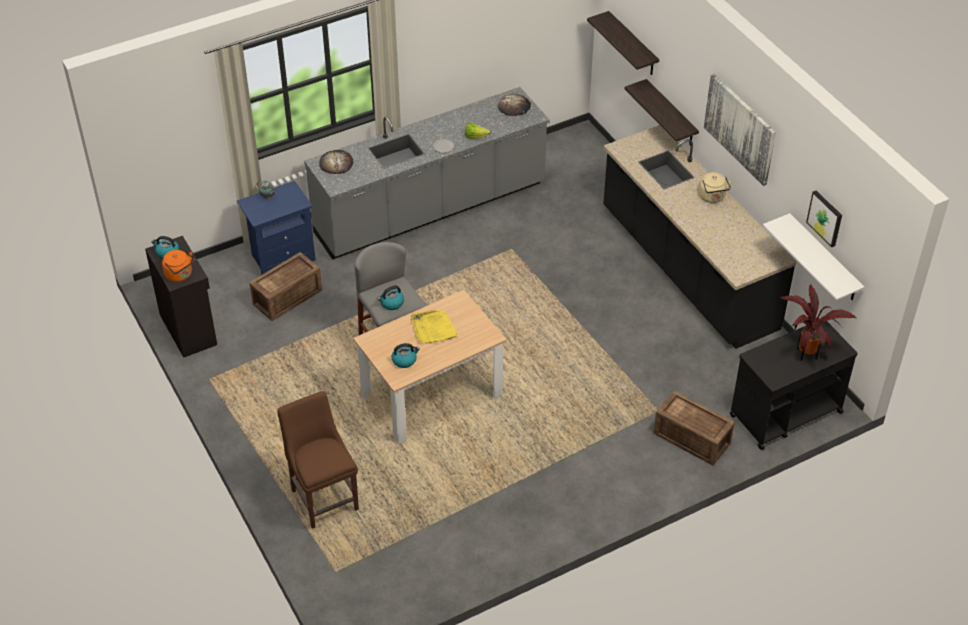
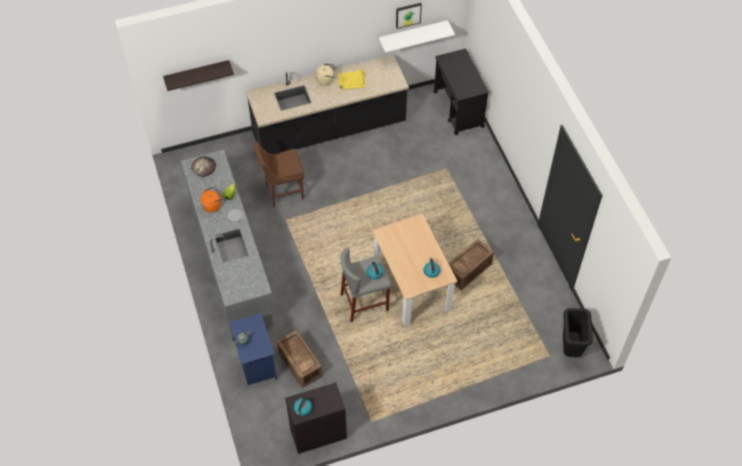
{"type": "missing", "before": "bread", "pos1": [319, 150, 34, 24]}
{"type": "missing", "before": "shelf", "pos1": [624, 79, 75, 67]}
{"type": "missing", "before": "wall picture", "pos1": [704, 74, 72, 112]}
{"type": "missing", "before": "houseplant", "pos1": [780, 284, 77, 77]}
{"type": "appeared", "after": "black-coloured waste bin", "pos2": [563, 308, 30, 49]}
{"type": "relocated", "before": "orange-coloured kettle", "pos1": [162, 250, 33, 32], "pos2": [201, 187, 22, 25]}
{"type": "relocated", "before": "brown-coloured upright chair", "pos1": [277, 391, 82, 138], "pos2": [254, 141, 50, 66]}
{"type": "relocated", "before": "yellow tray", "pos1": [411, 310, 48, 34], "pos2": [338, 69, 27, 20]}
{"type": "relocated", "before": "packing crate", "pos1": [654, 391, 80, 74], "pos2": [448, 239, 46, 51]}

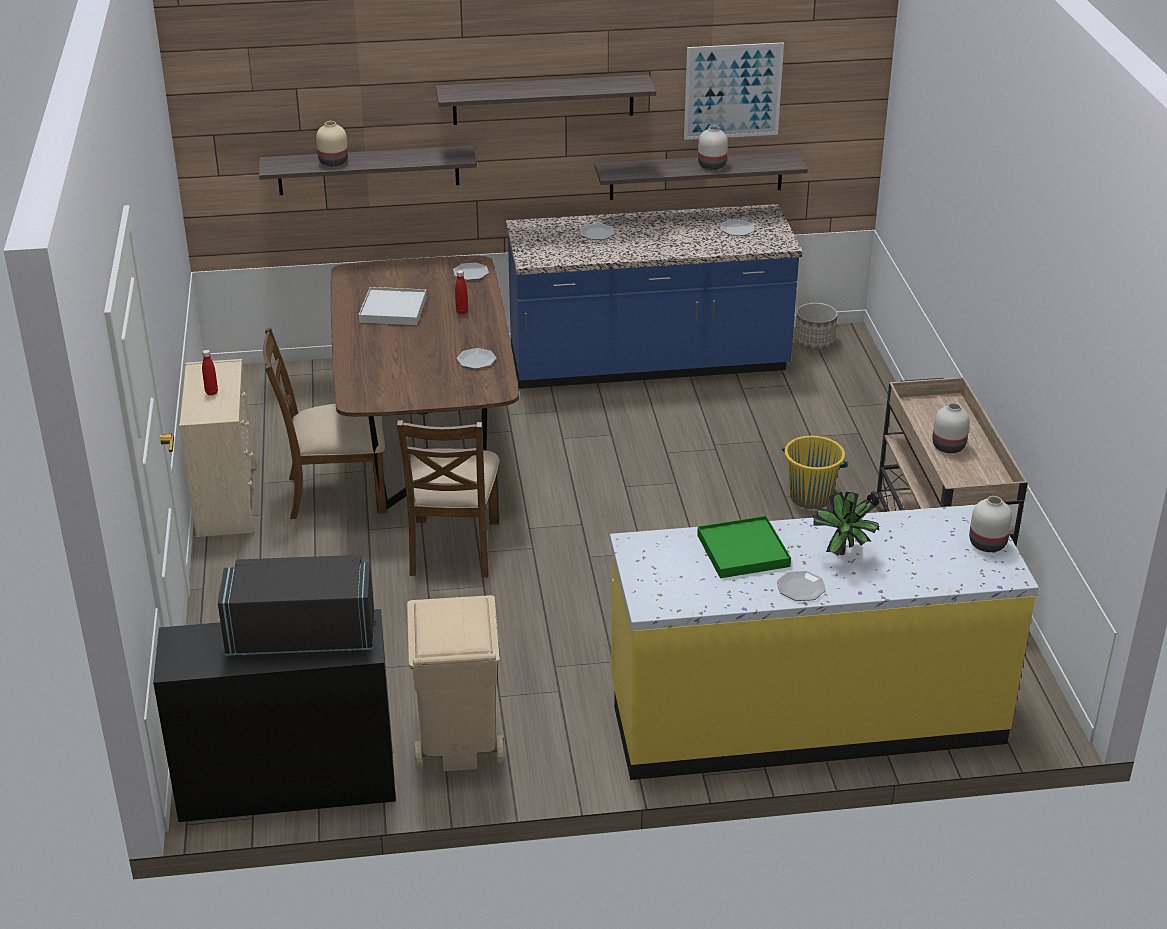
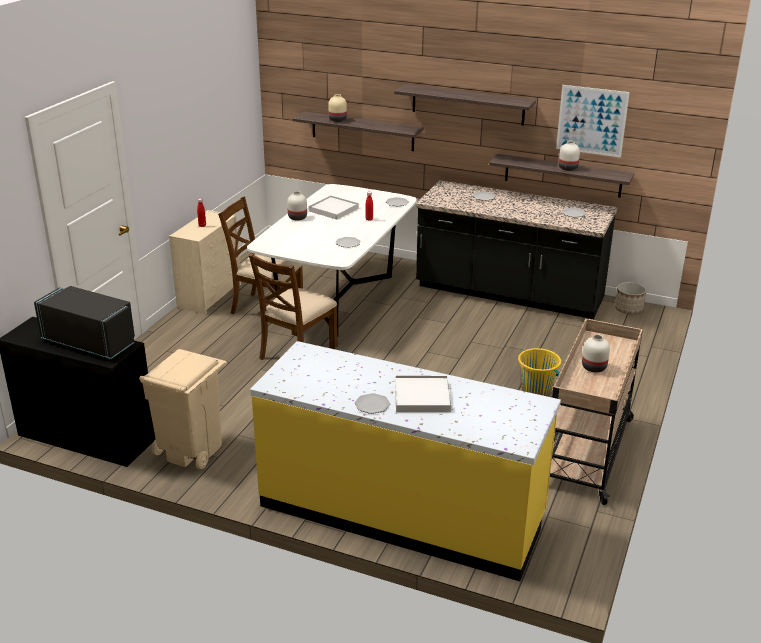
{"type": "missing", "before": "greenish tray", "pos1": [697, 516, 94, 62]}
{"type": "relocated", "before": "whitish flower vase", "pos1": [969, 496, 43, 56], "pos2": [287, 191, 20, 30]}
{"type": "exchanged", "before": "houseplant", "after": "whitish tray", "pos1": [813, 492, 67, 64], "pos2": [395, 375, 57, 37]}
{"type": "colour", "before": "brown-coloured kitchen table", "after": "whitish kitchen table", "pos1": [331, 256, 188, 253], "pos2": [247, 184, 170, 150]}
{"type": "colour", "before": "blue kitchen counter", "after": "black-coloured kitchen counter", "pos1": [506, 204, 296, 185], "pos2": [416, 180, 201, 139]}

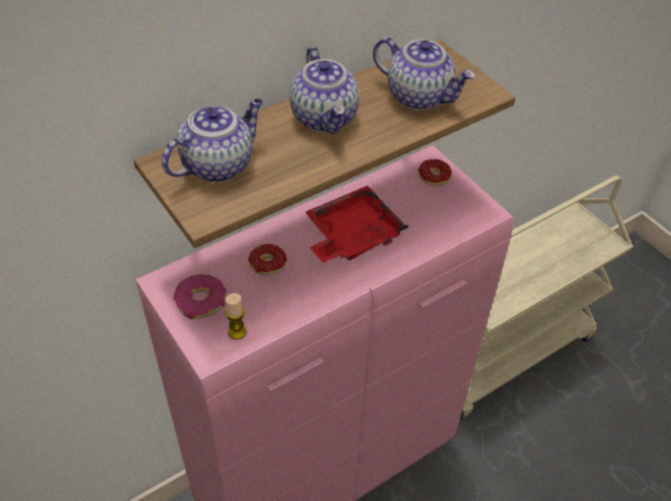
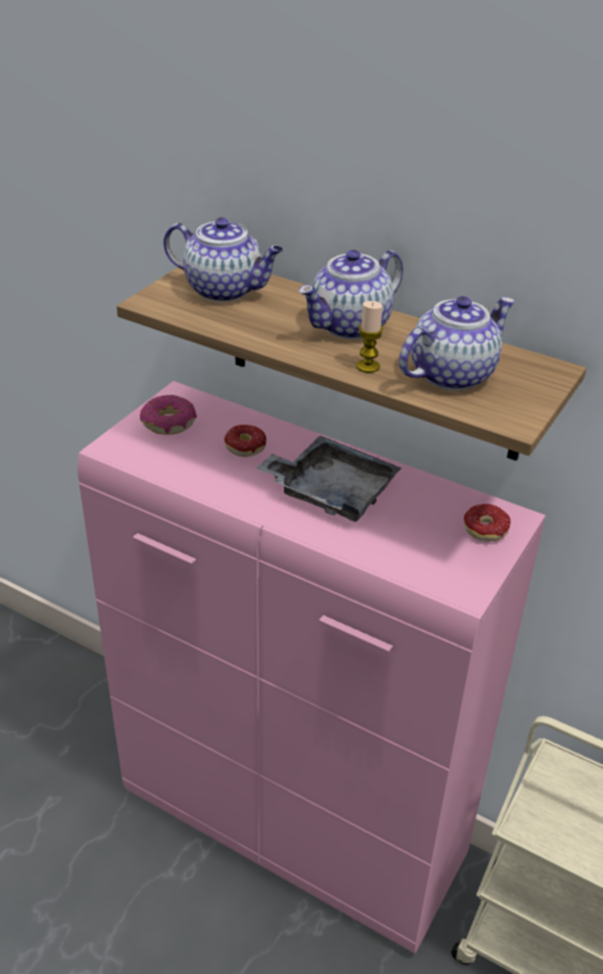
{"type": "relocated", "before": "candle", "pos1": [225, 293, 22, 47], "pos2": [356, 301, 27, 72]}
{"type": "colour", "before": "reddish tray", "after": "greyish tray", "pos1": [305, 185, 104, 78], "pos2": [257, 436, 144, 86]}
{"type": "spun", "before": "tea pot", "pos1": [373, 37, 103, 73], "pos2": [399, 296, 116, 95], "turn": -135}

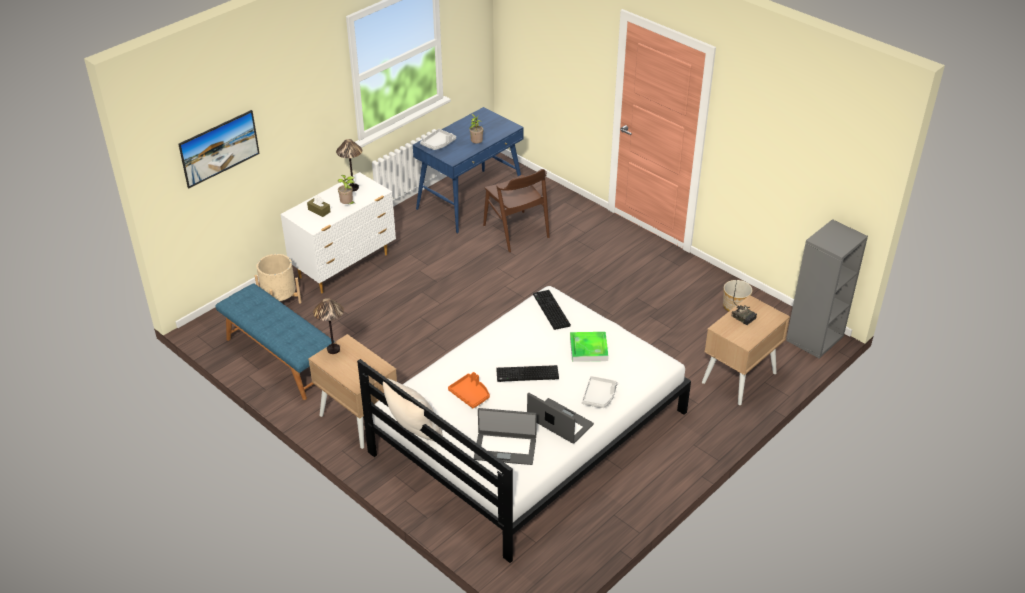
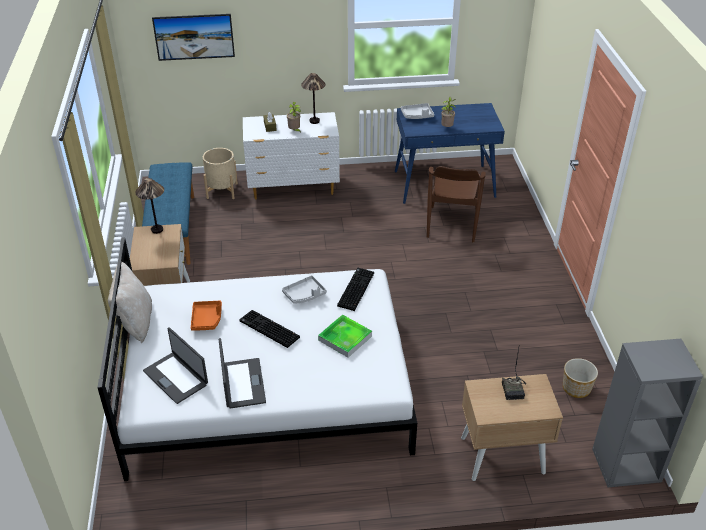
{"type": "relocated", "before": "greyish tray", "pos1": [582, 376, 36, 32], "pos2": [282, 275, 45, 29]}

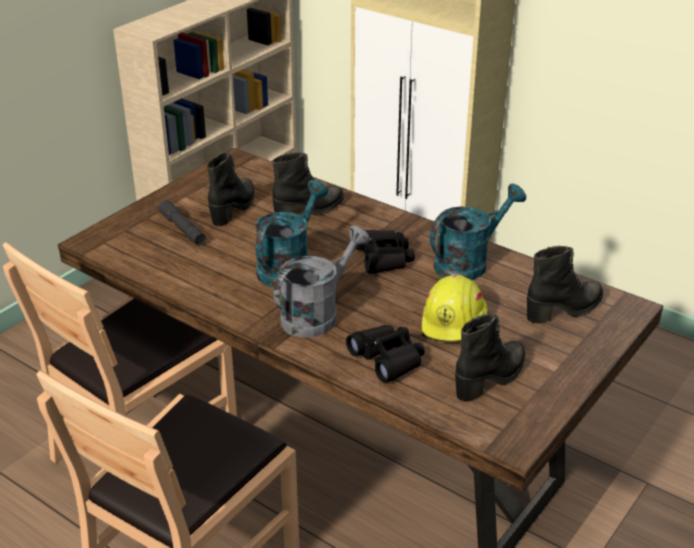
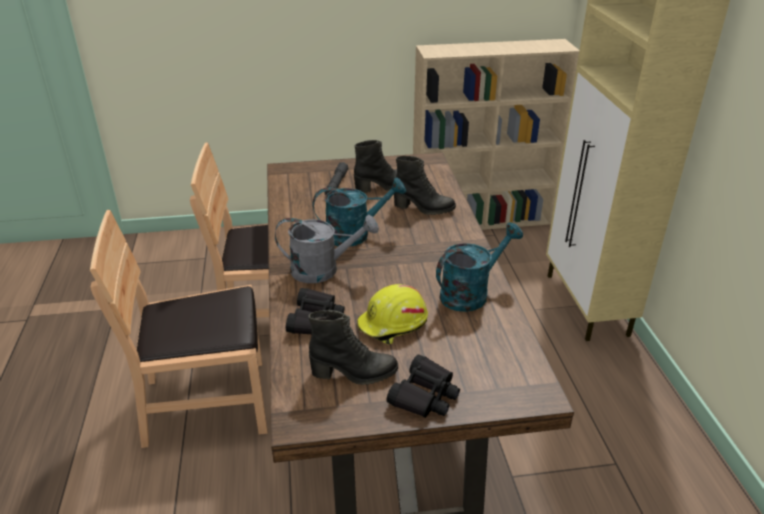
{"type": "missing", "before": "black-coloured high-top boot", "pos1": [527, 246, 76, 77]}
{"type": "relocated", "before": "black-coloured field glasses", "pos1": [355, 230, 60, 44], "pos2": [386, 354, 74, 64]}
{"type": "spun", "before": "blue-green sprinkling can", "pos1": [430, 183, 96, 97], "pos2": [436, 222, 87, 90], "turn": -45}

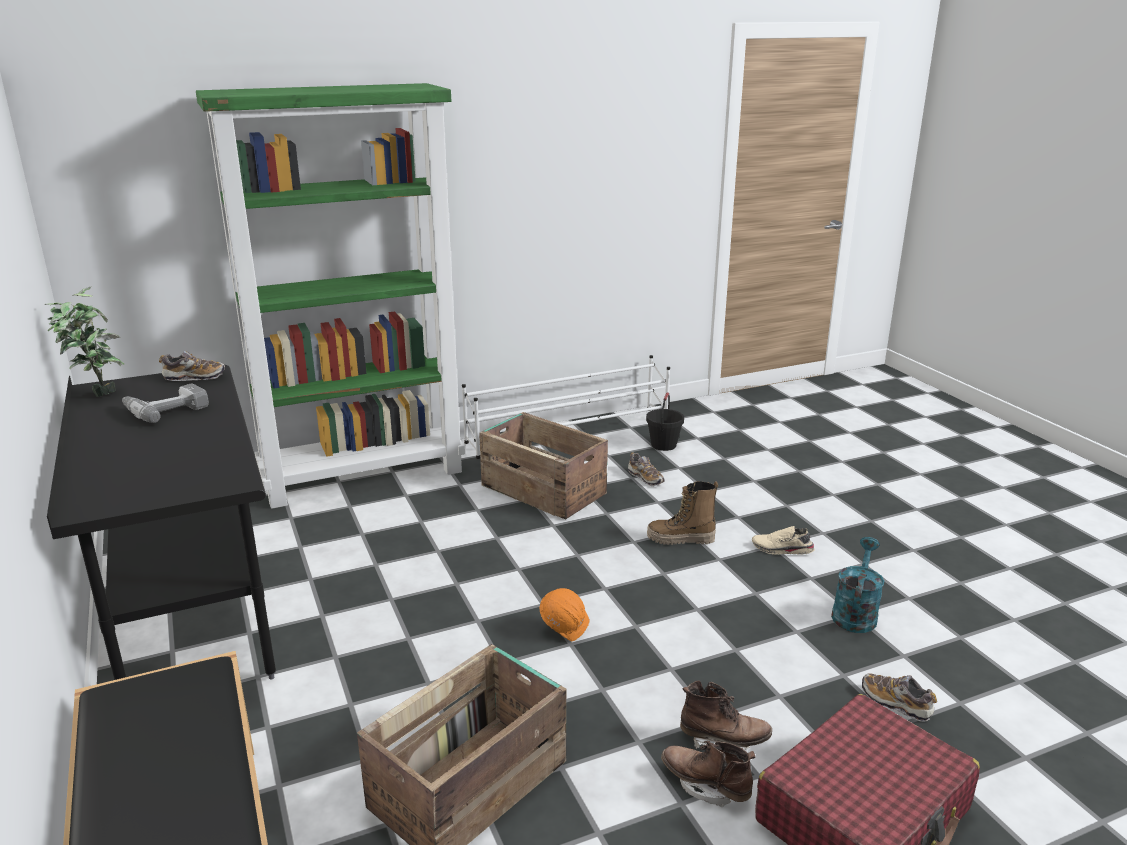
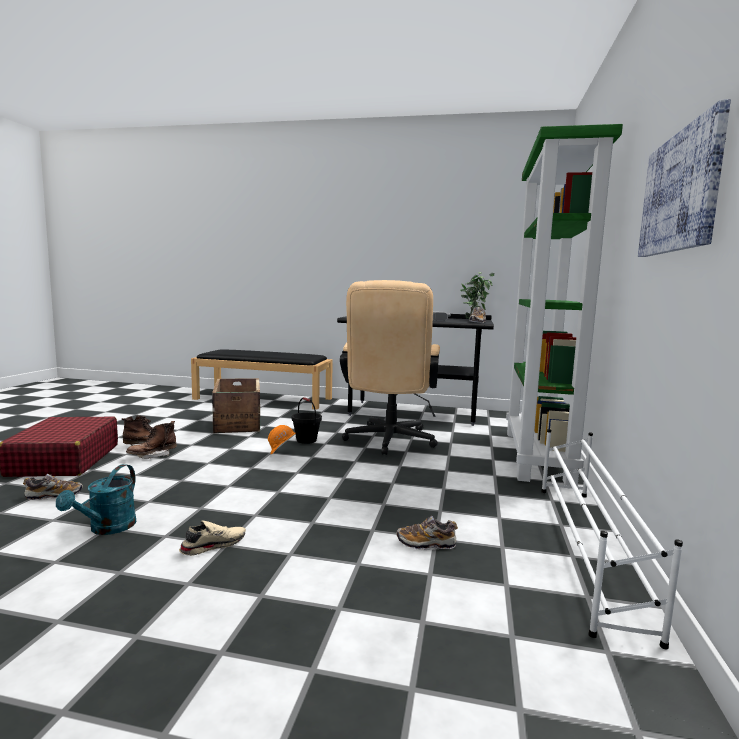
{"type": "missing", "before": "packing crate", "pos1": [479, 412, 129, 107]}
{"type": "missing", "before": "high-top boot", "pos1": [647, 481, 71, 64]}
{"type": "appeared", "after": "sand-coloured desk chair", "pos2": [340, 280, 100, 175]}
{"type": "appeared", "after": "wall picture", "pos2": [638, 99, 93, 158]}
{"type": "relocated", "before": "black-coloured pail", "pos1": [646, 392, 38, 59], "pos2": [292, 397, 30, 47]}
{"type": "spun", "before": "blue-green sprinkling can", "pos1": [831, 537, 53, 96], "pos2": [56, 464, 81, 71], "turn": 45}

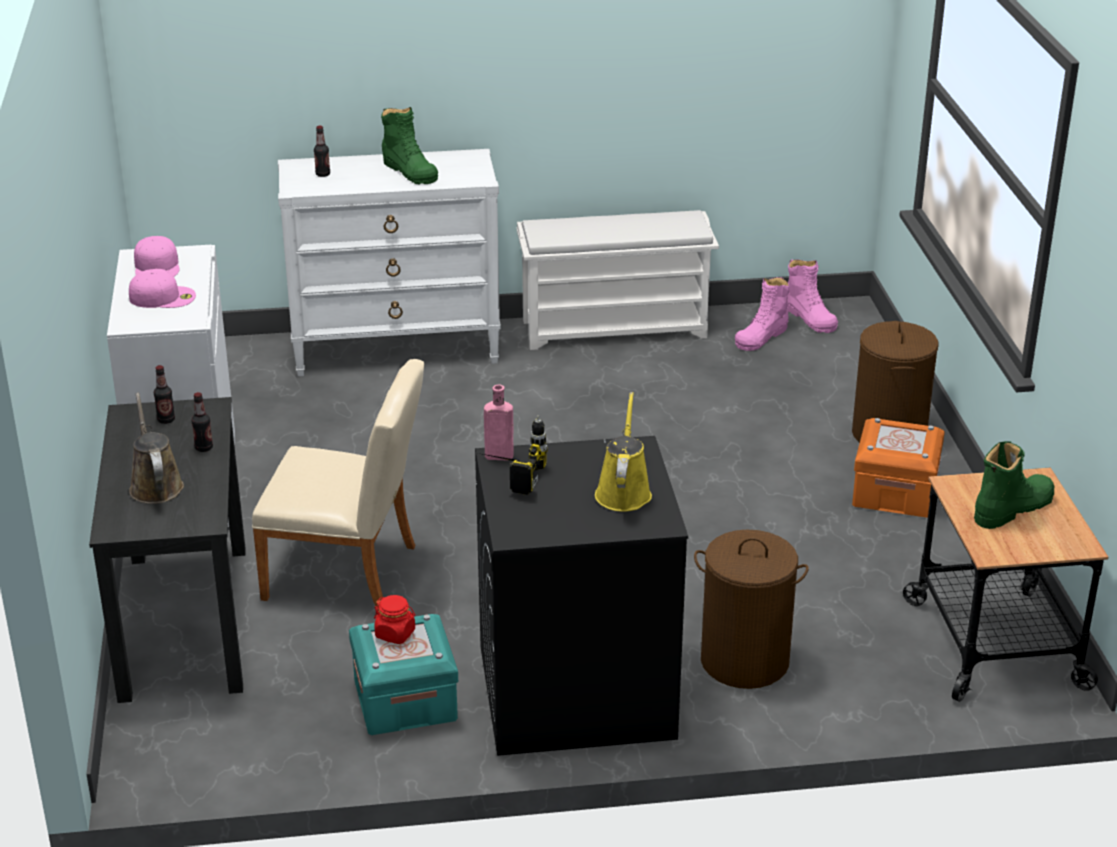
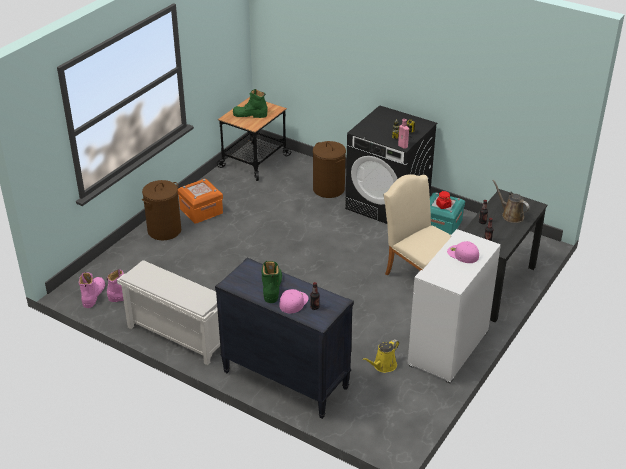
{"type": "relocated", "before": "pink peaked cap", "pos1": [134, 236, 45, 40], "pos2": [279, 289, 30, 25]}
{"type": "relocated", "before": "yellow sprinkling can", "pos1": [595, 392, 57, 120], "pos2": [363, 339, 36, 34]}
{"type": "colour", "before": "whitish dresser", "after": "black-coloured dresser", "pos1": [278, 149, 223, 227], "pos2": [215, 257, 139, 162]}
{"type": "spun", "before": "brown-coloured sprinkling can", "pos1": [129, 393, 55, 111], "pos2": [492, 180, 38, 43], "turn": 120}

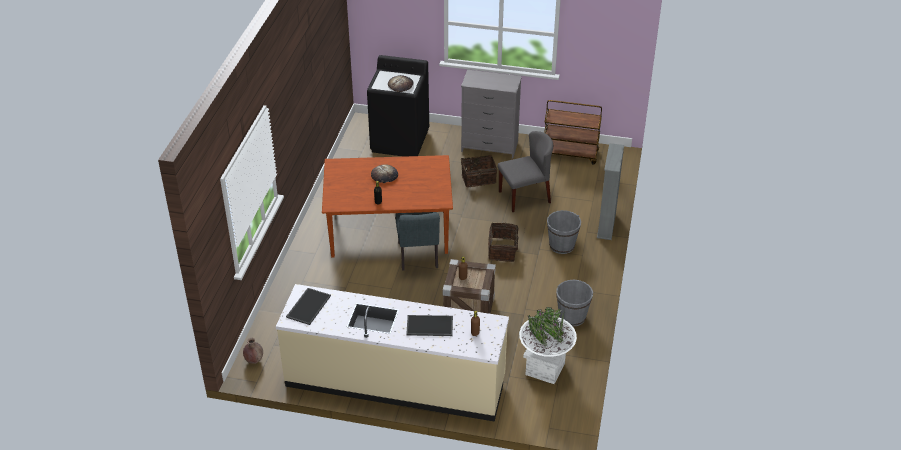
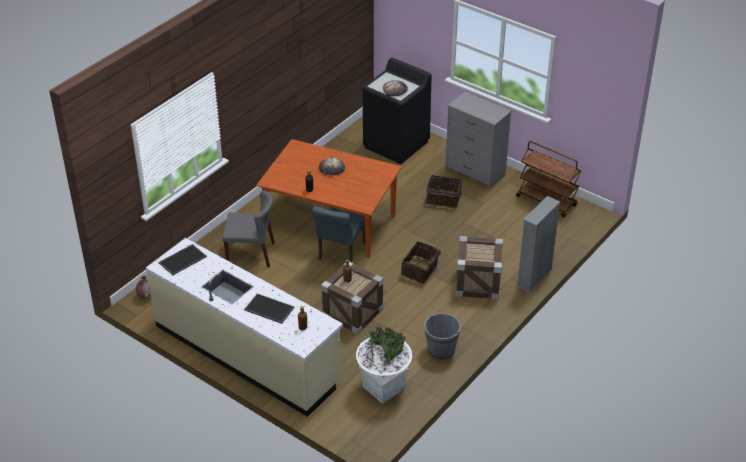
{"type": "relocated", "before": "greyish upright chair", "pos1": [498, 131, 55, 81], "pos2": [223, 191, 52, 76]}
{"type": "exchanged", "before": "greyish pail", "after": "packing crate", "pos1": [547, 210, 34, 44], "pos2": [456, 236, 47, 64]}

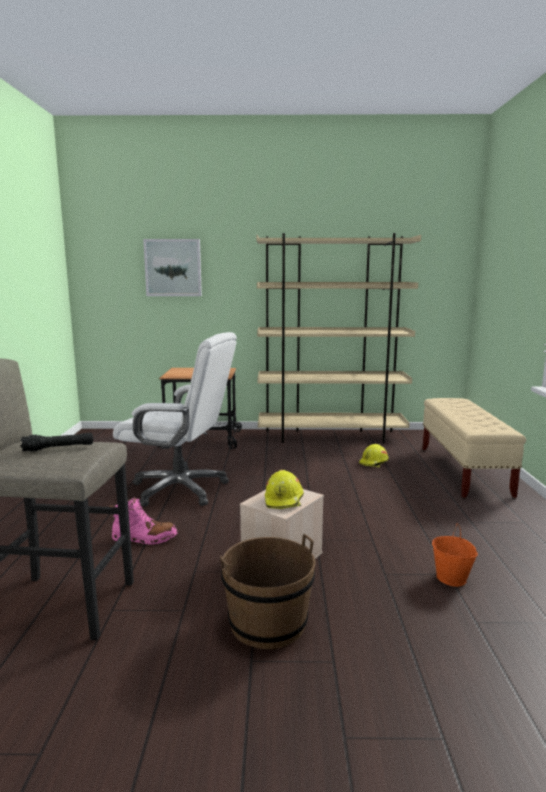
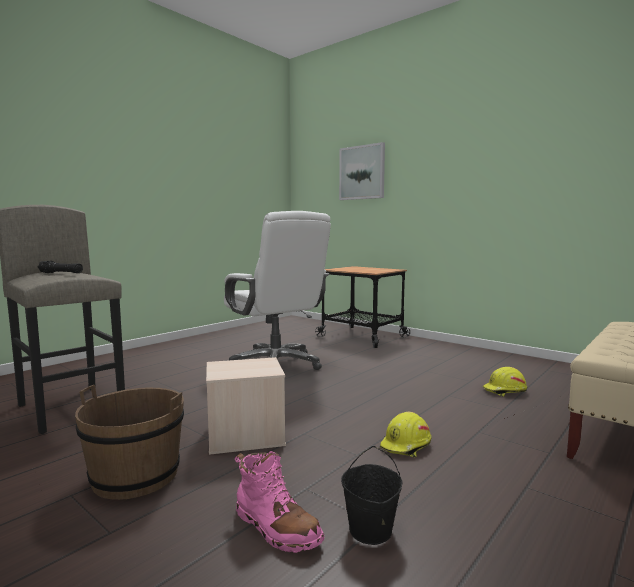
{"type": "missing", "before": "sand-coloured bookshelf", "pos1": [256, 233, 165, 210]}
{"type": "relocated", "before": "pink high-top boot", "pos1": [109, 497, 69, 47], "pos2": [234, 451, 90, 102]}
{"type": "relocated", "before": "yellow work helmet", "pos1": [265, 470, 39, 39], "pos2": [380, 412, 52, 45]}
{"type": "colour", "before": "orange-coloured pail", "after": "black-coloured pail", "pos1": [432, 524, 46, 63], "pos2": [341, 446, 61, 99]}

